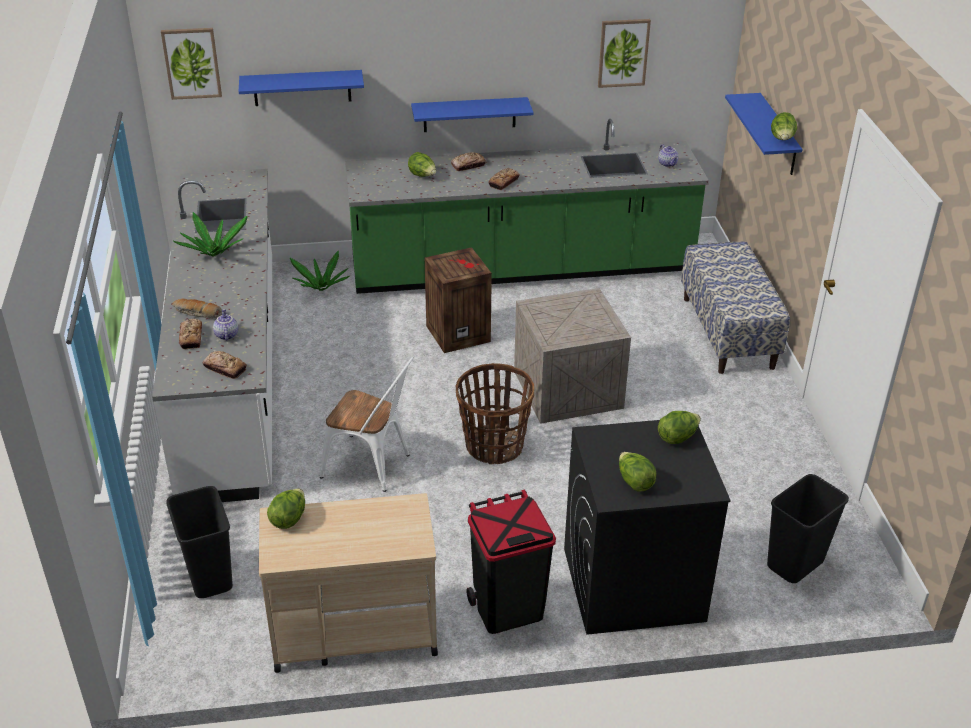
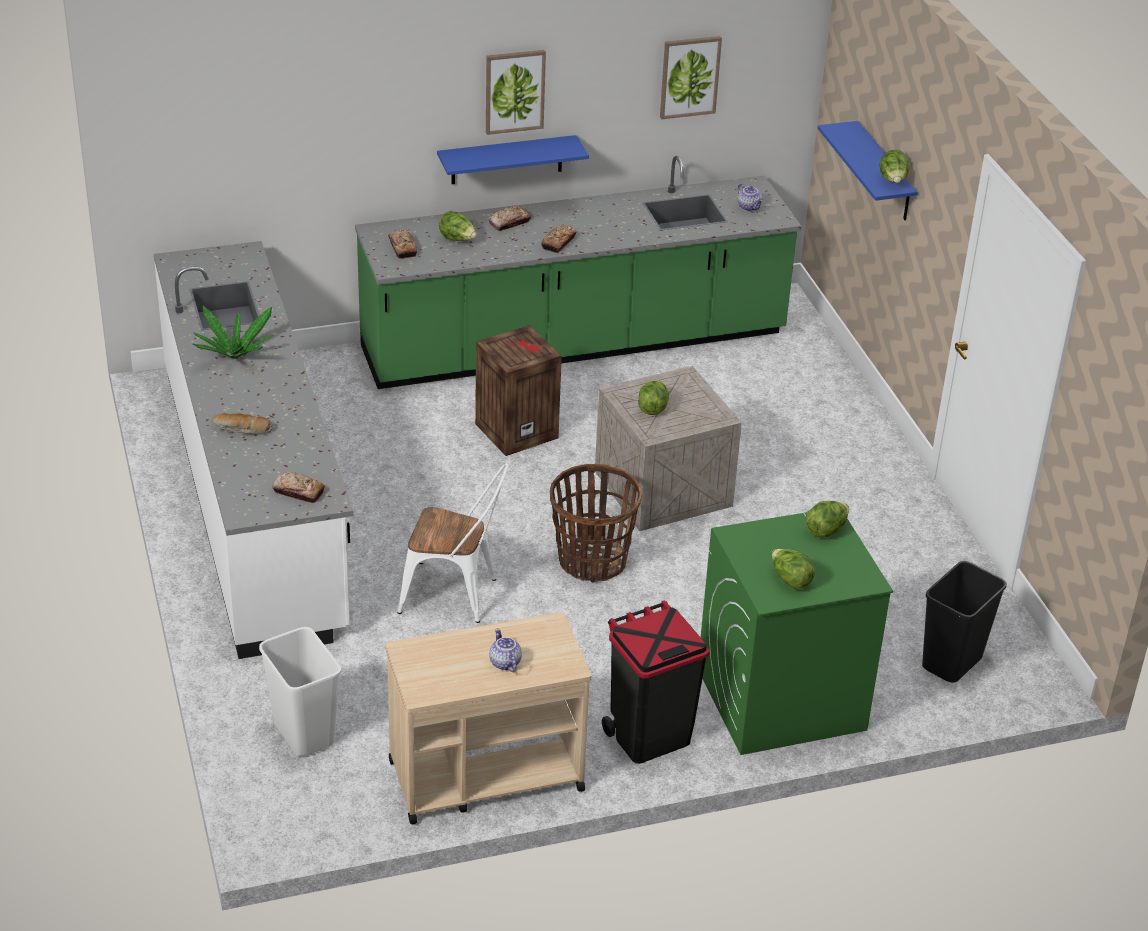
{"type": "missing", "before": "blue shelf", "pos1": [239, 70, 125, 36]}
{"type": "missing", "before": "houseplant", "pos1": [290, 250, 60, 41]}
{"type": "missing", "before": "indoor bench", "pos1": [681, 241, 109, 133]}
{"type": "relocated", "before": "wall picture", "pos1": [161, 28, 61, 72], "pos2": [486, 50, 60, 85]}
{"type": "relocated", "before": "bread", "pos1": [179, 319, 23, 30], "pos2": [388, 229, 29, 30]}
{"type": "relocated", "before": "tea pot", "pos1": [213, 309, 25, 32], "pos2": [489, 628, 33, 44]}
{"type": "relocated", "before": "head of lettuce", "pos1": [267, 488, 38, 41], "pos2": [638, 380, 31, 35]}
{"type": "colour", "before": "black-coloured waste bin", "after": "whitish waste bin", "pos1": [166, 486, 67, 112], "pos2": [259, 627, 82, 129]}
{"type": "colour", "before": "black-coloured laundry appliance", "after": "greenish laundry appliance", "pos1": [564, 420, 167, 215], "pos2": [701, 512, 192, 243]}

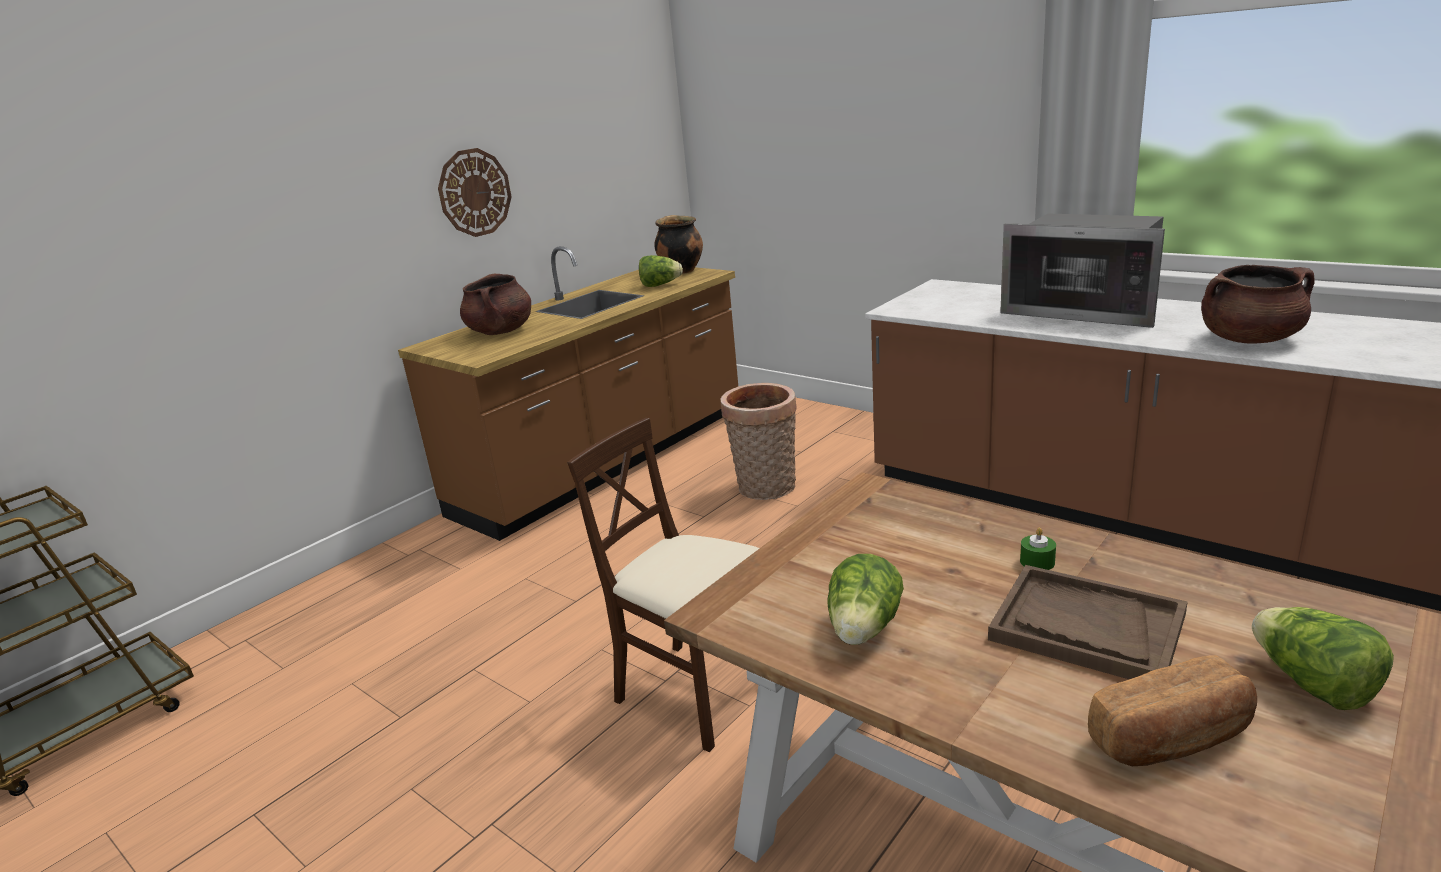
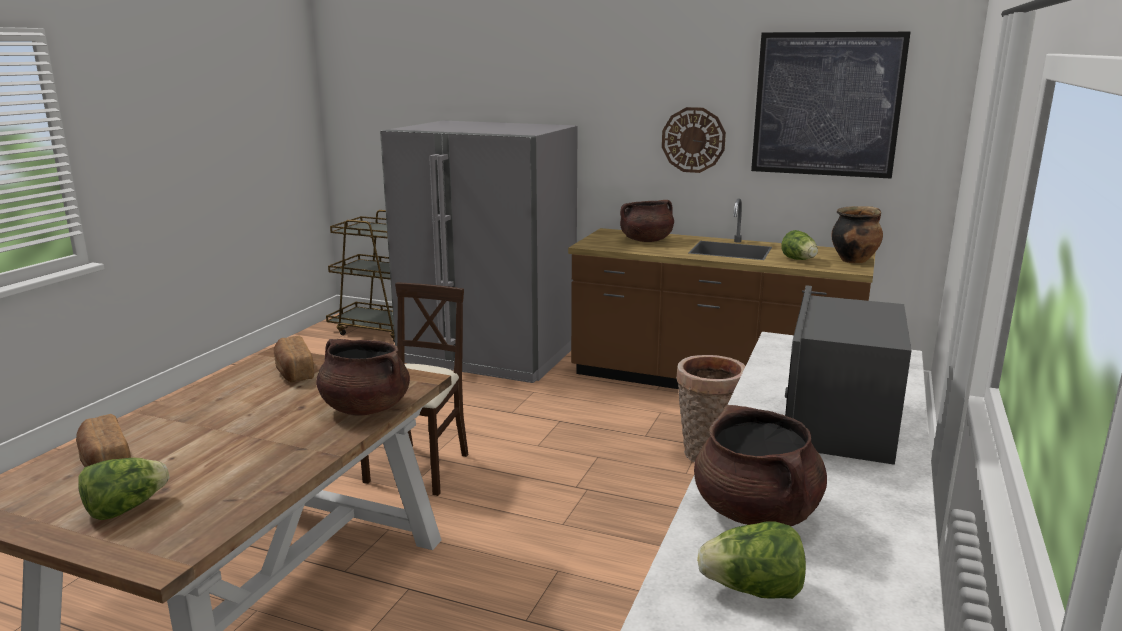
{"type": "missing", "before": "brown-coloured tray", "pos1": [988, 565, 200, 114]}
{"type": "missing", "before": "greenish candle", "pos1": [1020, 528, 36, 42]}
{"type": "appeared", "after": "bread", "pos2": [274, 335, 40, 47]}
{"type": "appeared", "after": "brown-coloured cooking pot", "pos2": [316, 339, 94, 76]}
{"type": "appeared", "after": "greyish fridge", "pos2": [380, 121, 198, 262]}
{"type": "appeared", "after": "wall picture", "pos2": [751, 32, 160, 147]}
{"type": "relocated", "before": "head of lettuce", "pos1": [827, 554, 77, 91], "pos2": [697, 521, 109, 78]}

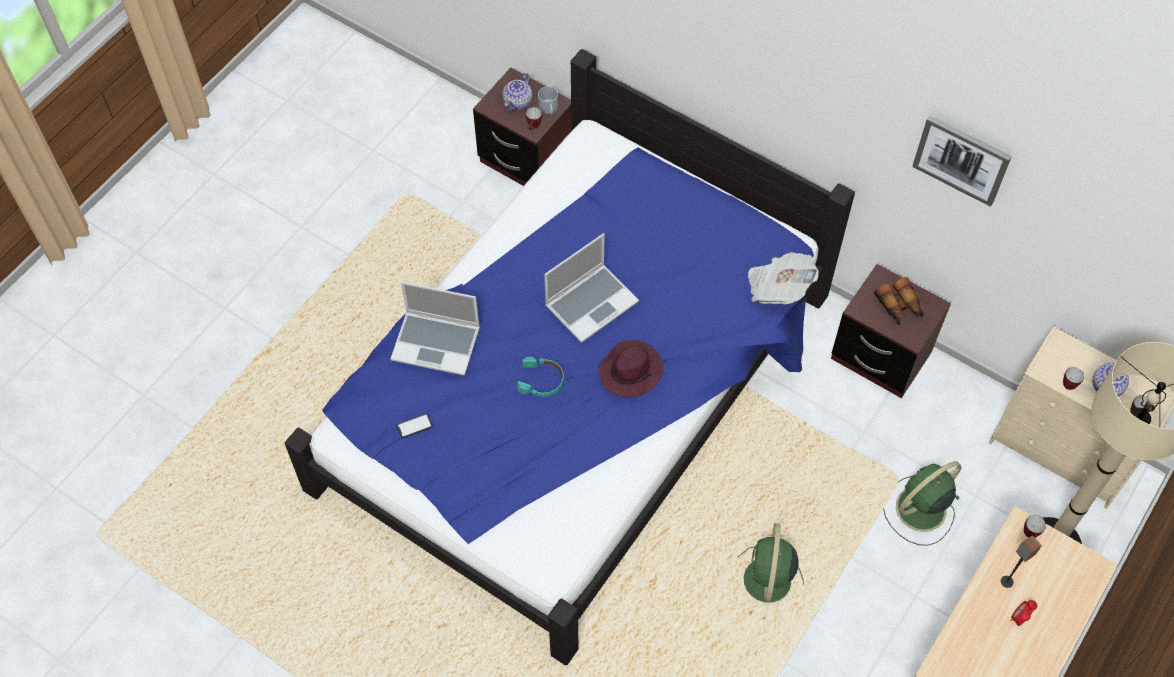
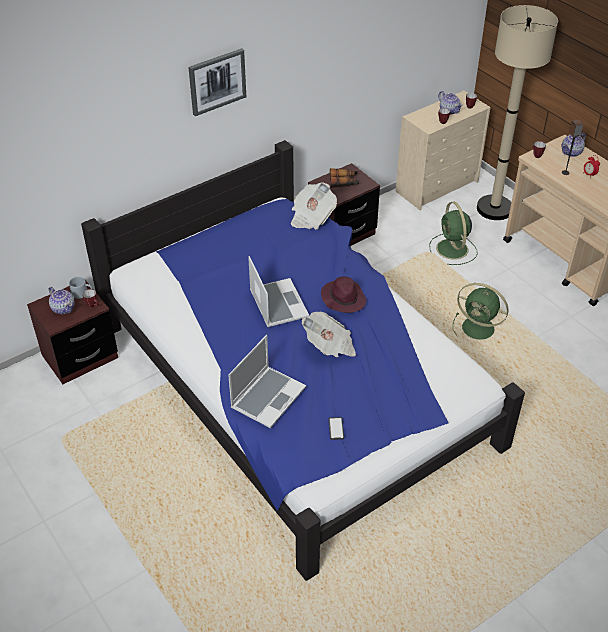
{"type": "appeared", "after": "tea pot", "pos2": [562, 133, 24, 24]}
{"type": "relocated", "before": "wall picture", "pos1": [912, 116, 100, 91], "pos2": [188, 48, 58, 68]}
{"type": "exchanged", "before": "blue-green headphones", "after": "daily paper", "pos1": [517, 357, 47, 40], "pos2": [302, 312, 54, 45]}

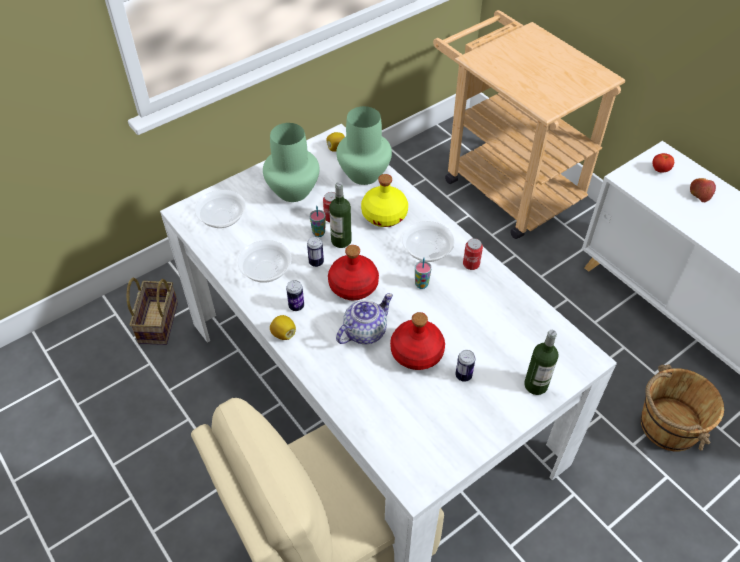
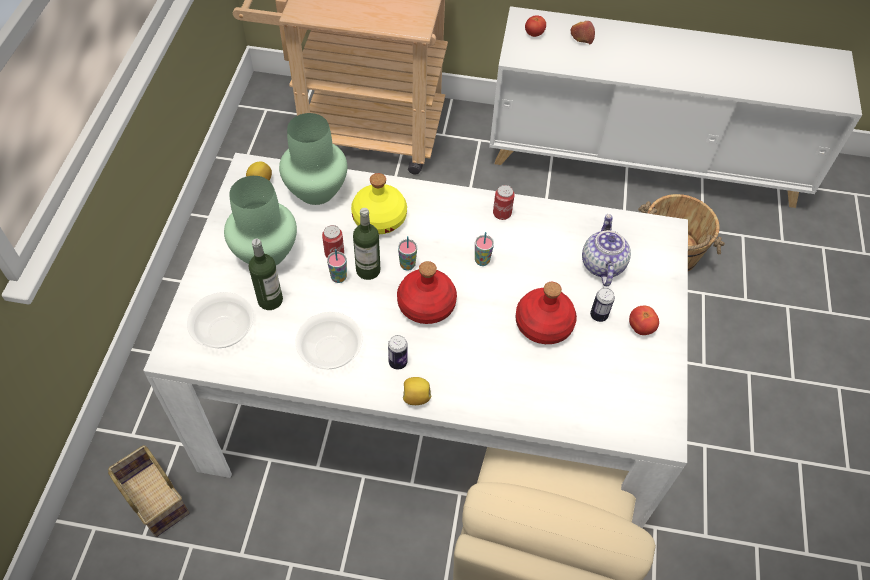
{"type": "missing", "before": "can", "pos1": [307, 236, 17, 31]}
{"type": "missing", "before": "serving bowl", "pos1": [402, 221, 53, 41]}
{"type": "appeared", "after": "drinking cup", "pos2": [398, 236, 19, 35]}
{"type": "appeared", "after": "tomato", "pos2": [629, 306, 30, 29]}
{"type": "relocated", "before": "tea pot", "pos1": [336, 293, 57, 51], "pos2": [582, 214, 49, 72]}
{"type": "relocated", "before": "bottle", "pos1": [524, 330, 34, 65], "pos2": [249, 239, 34, 71]}

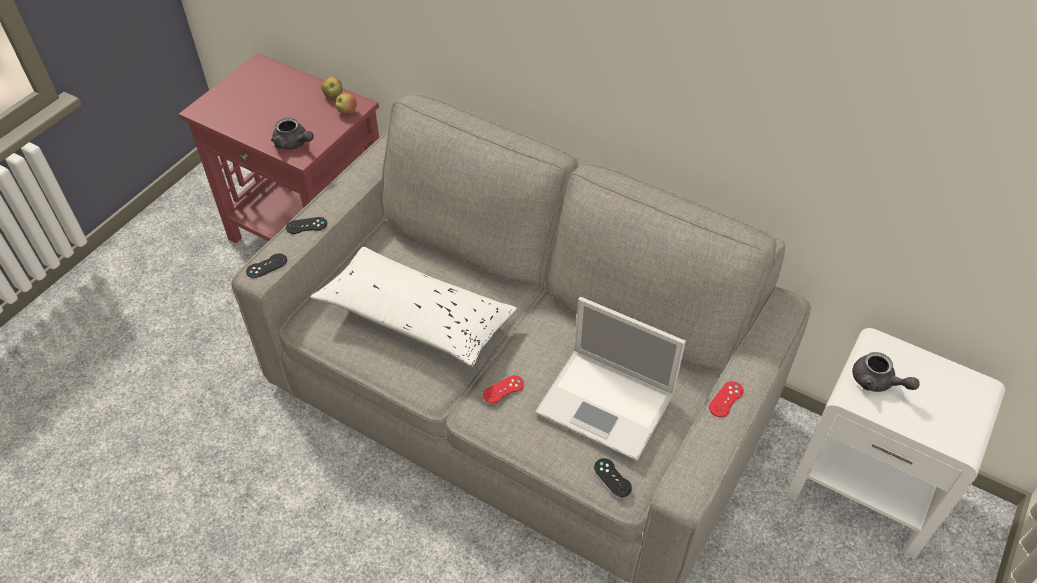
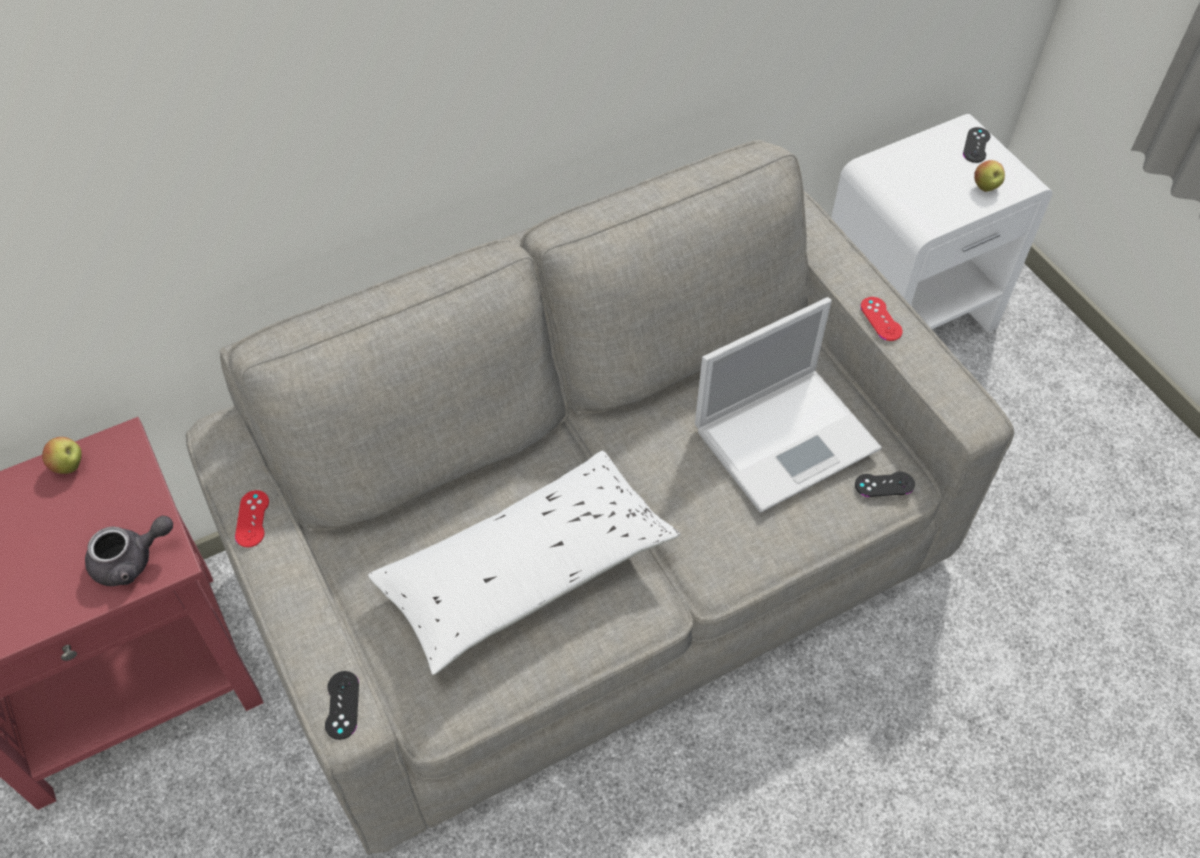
{"type": "missing", "before": "greyish tea pot", "pos1": [852, 352, 68, 40]}
{"type": "relocated", "before": "black-coloured joypad", "pos1": [286, 217, 41, 17], "pos2": [963, 127, 27, 36]}
{"type": "relocated", "before": "apple fruit", "pos1": [335, 93, 22, 21], "pos2": [974, 160, 31, 32]}
{"type": "relocated", "before": "reddish joypad", "pos1": [483, 375, 41, 28], "pos2": [235, 490, 34, 57]}

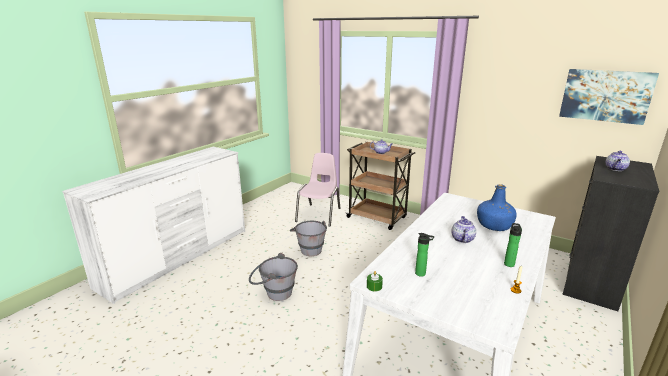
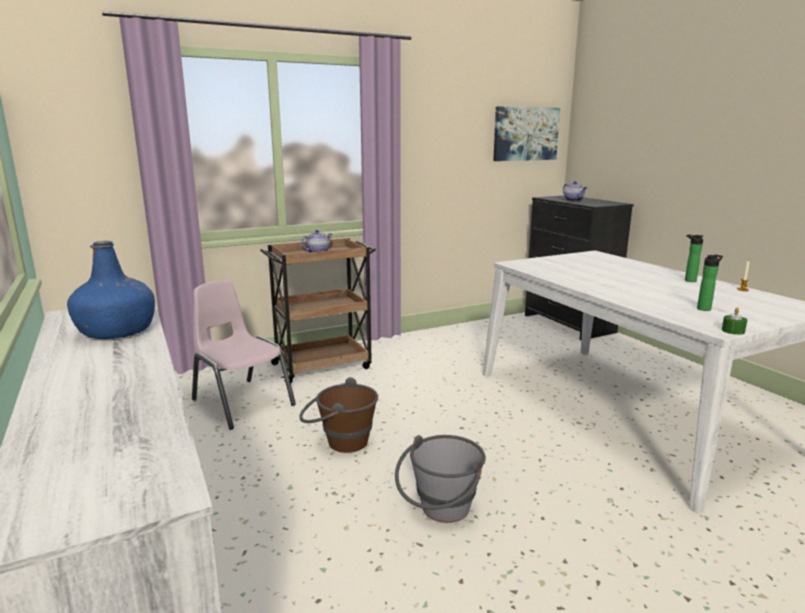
{"type": "missing", "before": "tea pot", "pos1": [451, 216, 25, 27]}
{"type": "relocated", "before": "blue bottle", "pos1": [477, 184, 40, 47], "pos2": [67, 241, 88, 98]}
{"type": "colour", "before": "greyish pail", "after": "brown-coloured pail", "pos1": [290, 221, 37, 35], "pos2": [299, 377, 79, 76]}

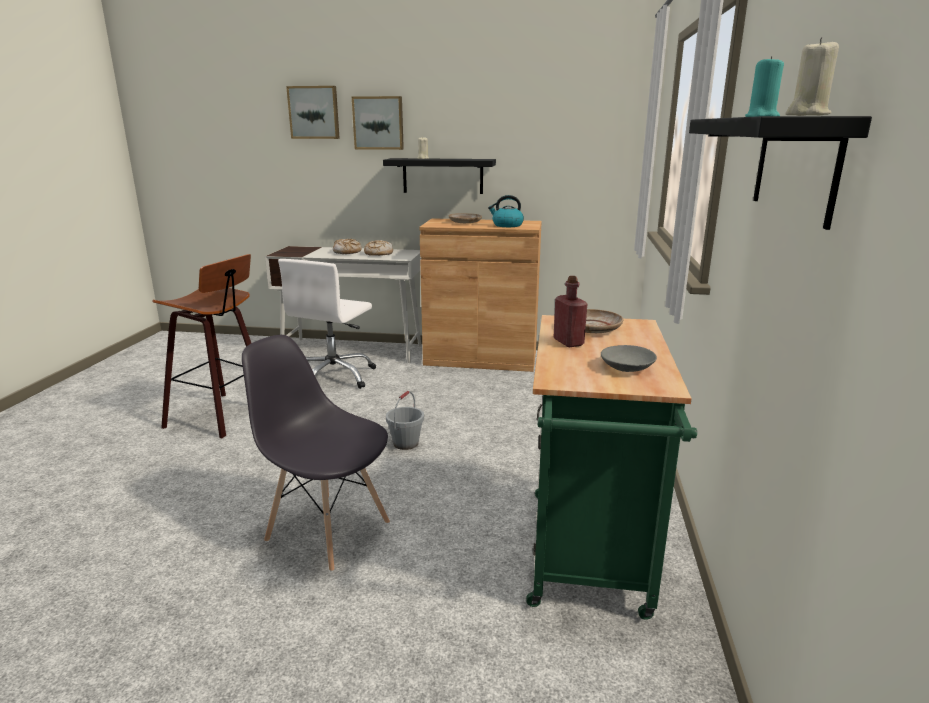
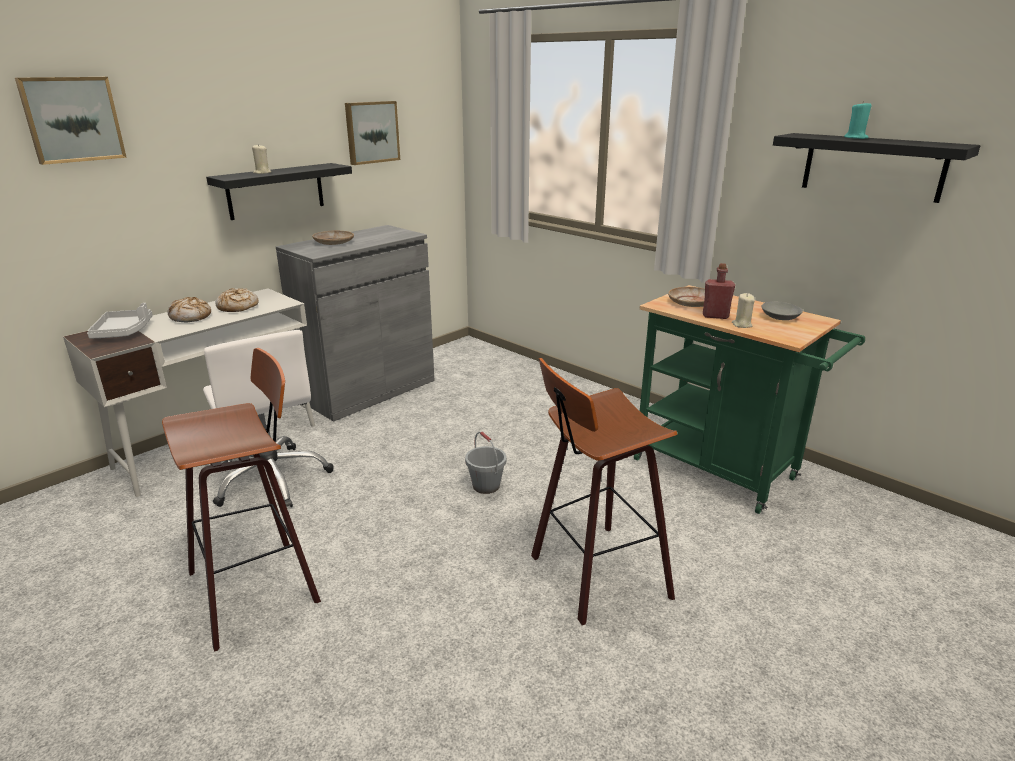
{"type": "missing", "before": "kettle", "pos1": [488, 195, 36, 32]}
{"type": "appeared", "after": "greyish tray", "pos2": [87, 303, 66, 36]}
{"type": "relocated", "before": "wall picture", "pos1": [352, 96, 52, 54], "pos2": [345, 101, 55, 64]}
{"type": "relocated", "before": "sand-coloured candle", "pos1": [785, 37, 54, 79], "pos2": [732, 293, 23, 35]}
{"type": "exchanged", "before": "greyish upright chair", "after": "stool", "pos1": [242, 335, 148, 237], "pos2": [531, 358, 146, 267]}
{"type": "colour", "before": "brown-coloured cabinet", "after": "greyish cabinet", "pos1": [419, 218, 123, 154], "pos2": [276, 225, 159, 197]}

